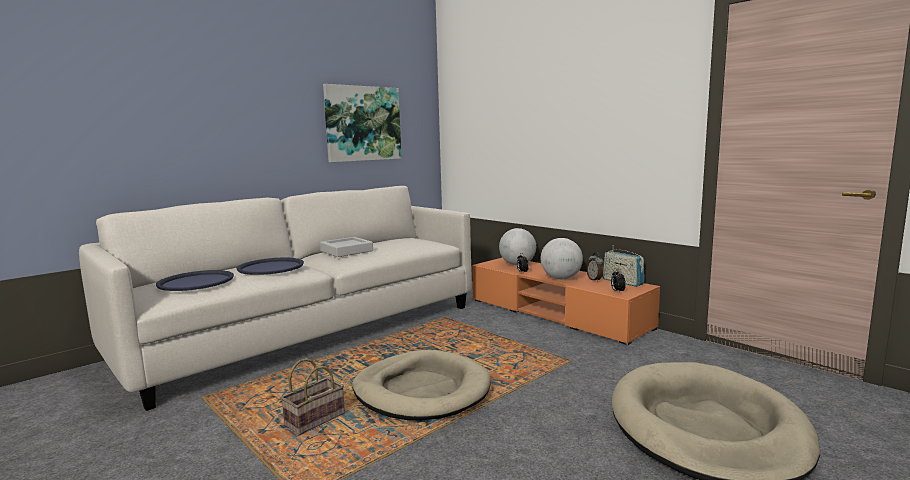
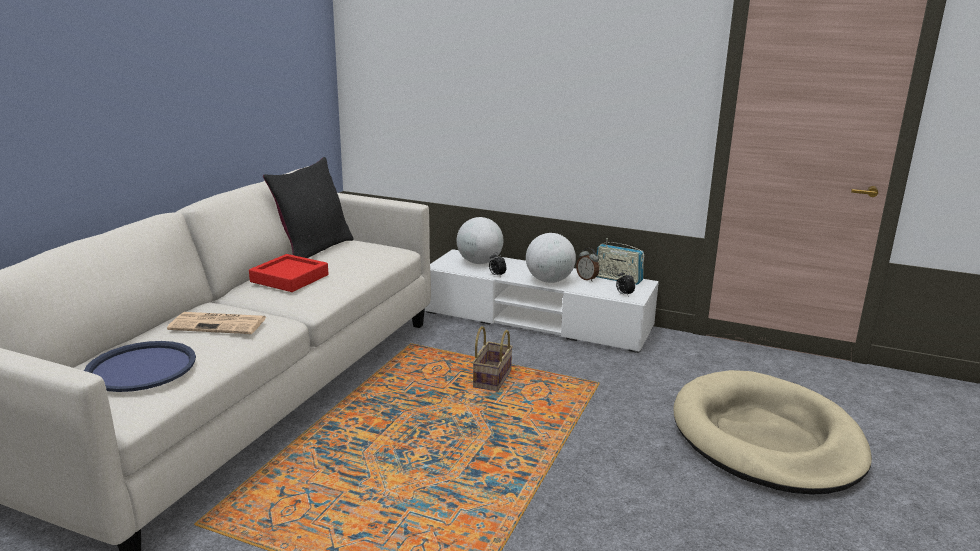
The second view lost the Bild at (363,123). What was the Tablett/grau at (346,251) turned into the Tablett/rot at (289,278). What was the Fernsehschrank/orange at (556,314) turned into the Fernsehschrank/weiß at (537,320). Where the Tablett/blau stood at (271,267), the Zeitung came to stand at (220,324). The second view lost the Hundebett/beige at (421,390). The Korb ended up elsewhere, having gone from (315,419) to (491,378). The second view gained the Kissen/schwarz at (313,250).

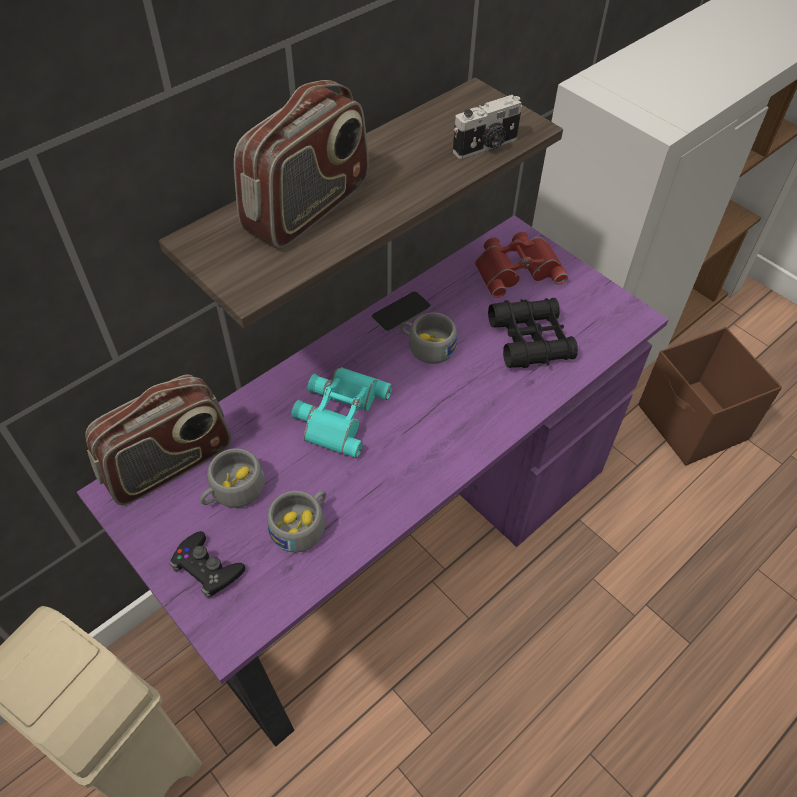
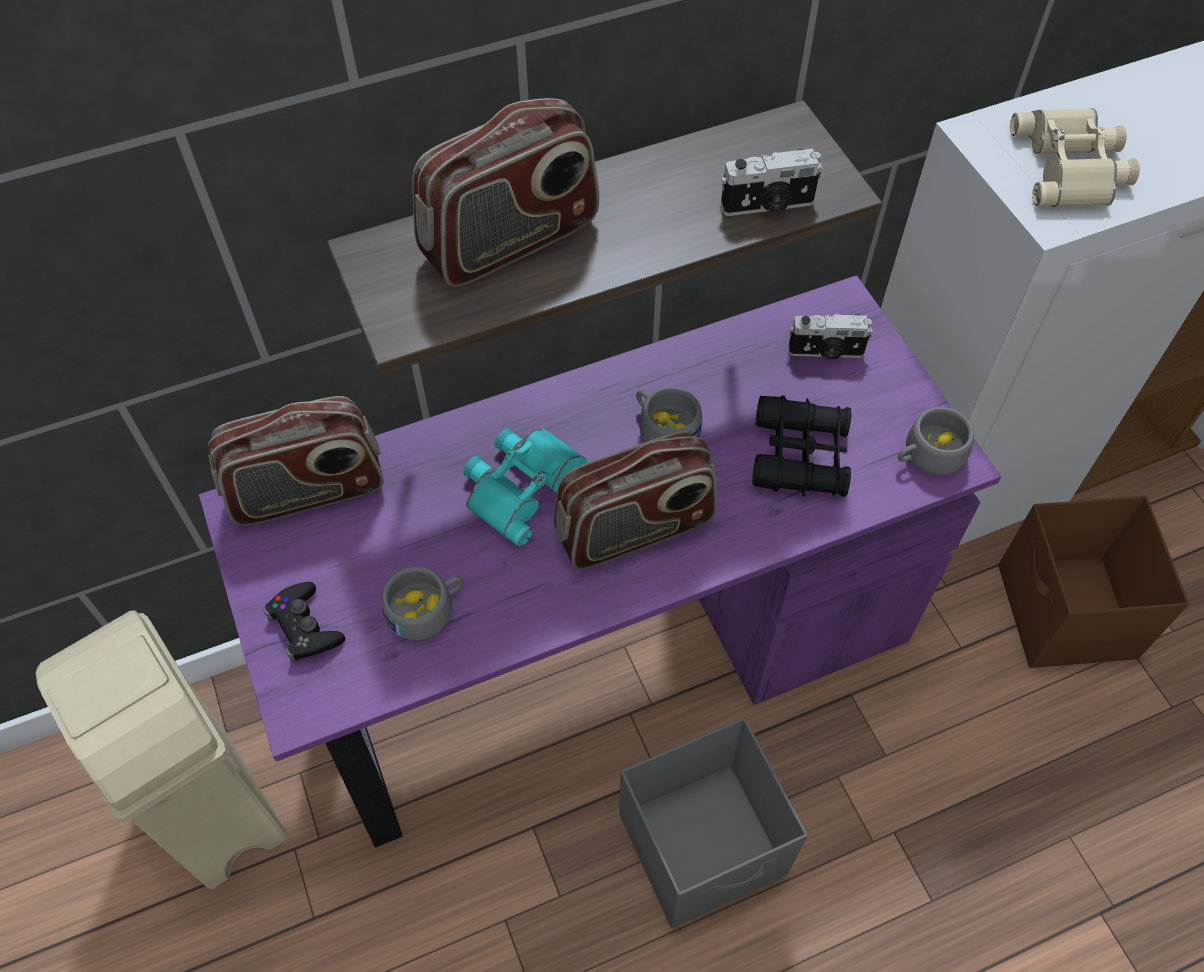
Where the Fernglas/rot stood at (516,268), the Kamera came to stand at (826,352). The second view lost the Handy at (401,312). The Tasse/grau ended up elsewhere, having gone from (232,491) to (928,455). The second view gained the Fernglas/beige at (1072,167). The second view gained the Radio at (635,529). The second view gained the Aufbewahrungsbox/grau at (705,844).

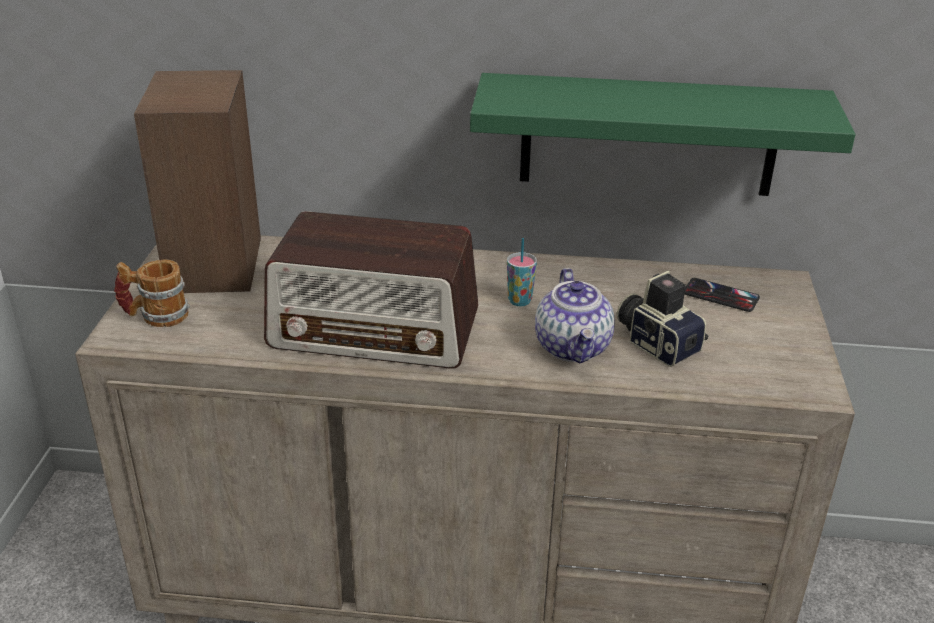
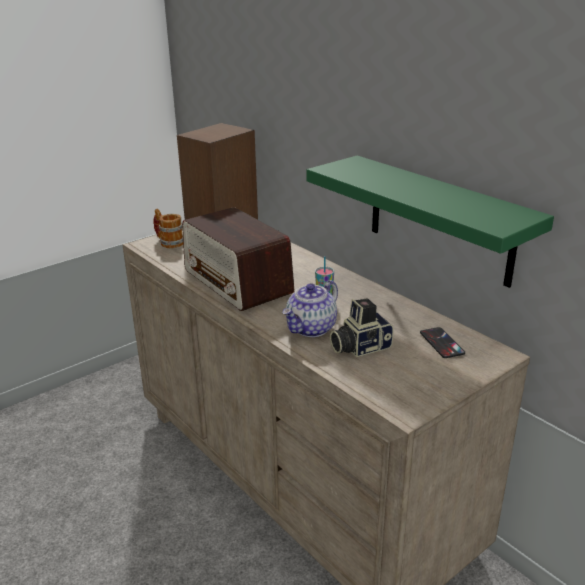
The Kamera at (658,343) ended up facing another way, 120 degrees counterclockwise from before.

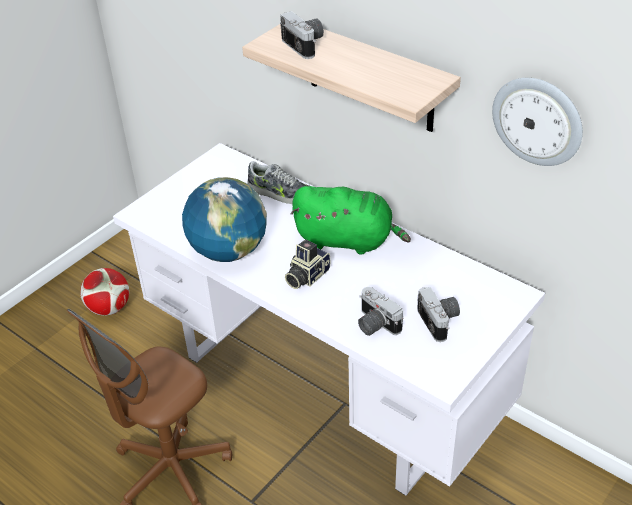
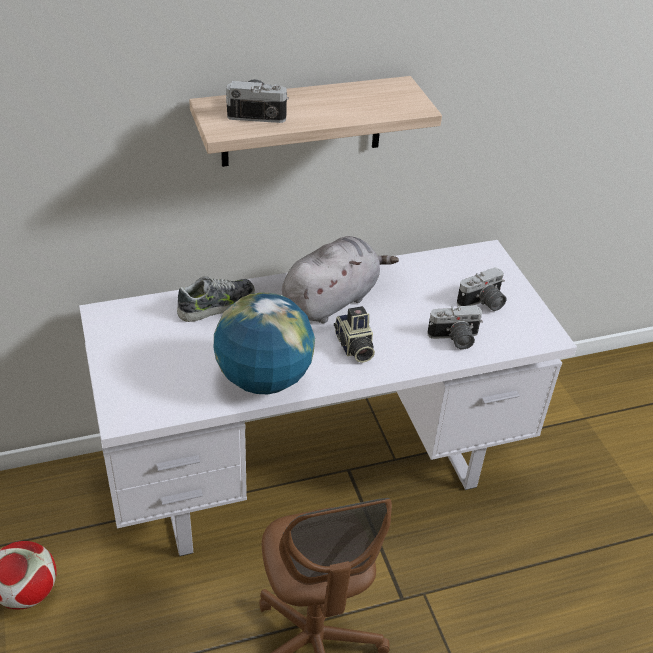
The second view lost the Wanduhr at (538,121). What was the Plüschtier/grün at (348,240) turned into the Plüschtier/grau at (332,300). The Kamera at (440,321) ended up facing another way, 135 degrees clockwise from before.

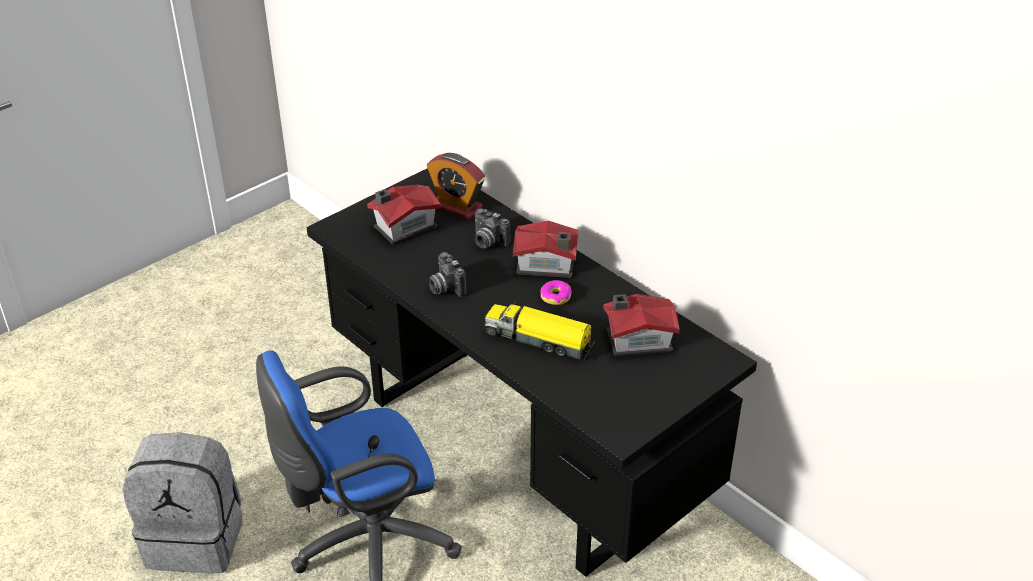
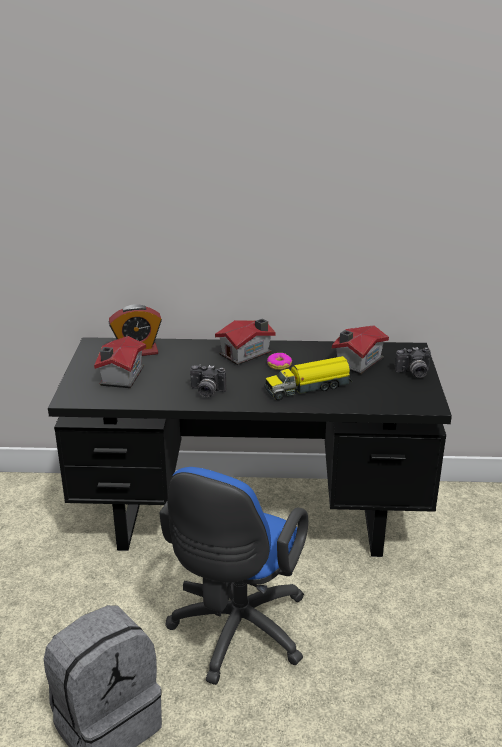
The Kamera ended up elsewhere, having gone from (487,241) to (413,373).

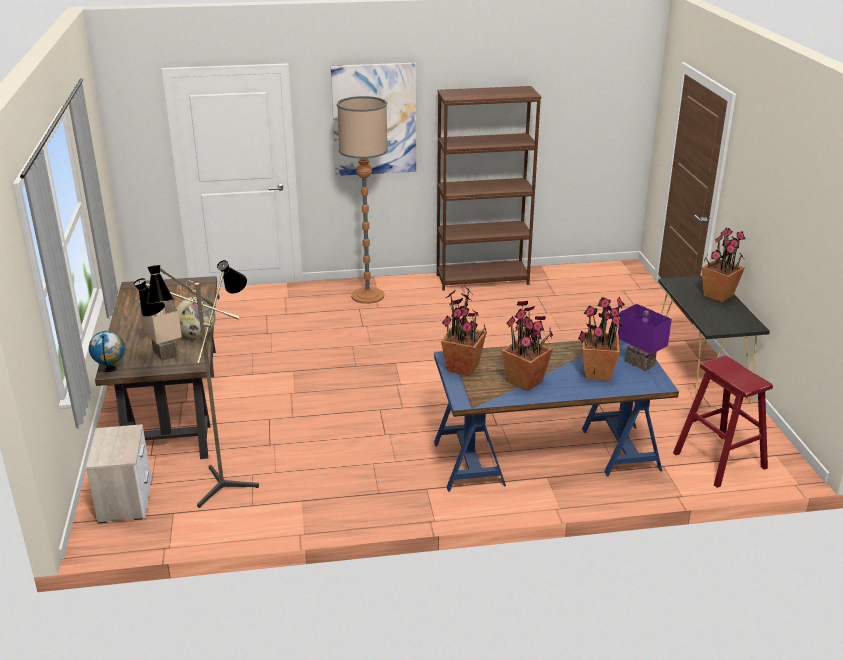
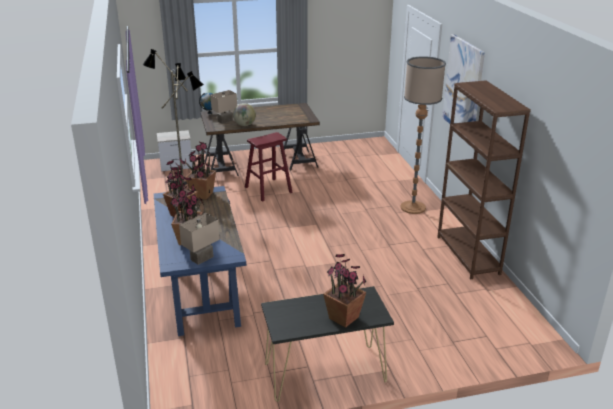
What was the Tischlampe/lila at (640,363) turned into the Tischlampe/beige at (202,259). The Hocker/rot ended up elsewhere, having gone from (720,460) to (268,190).

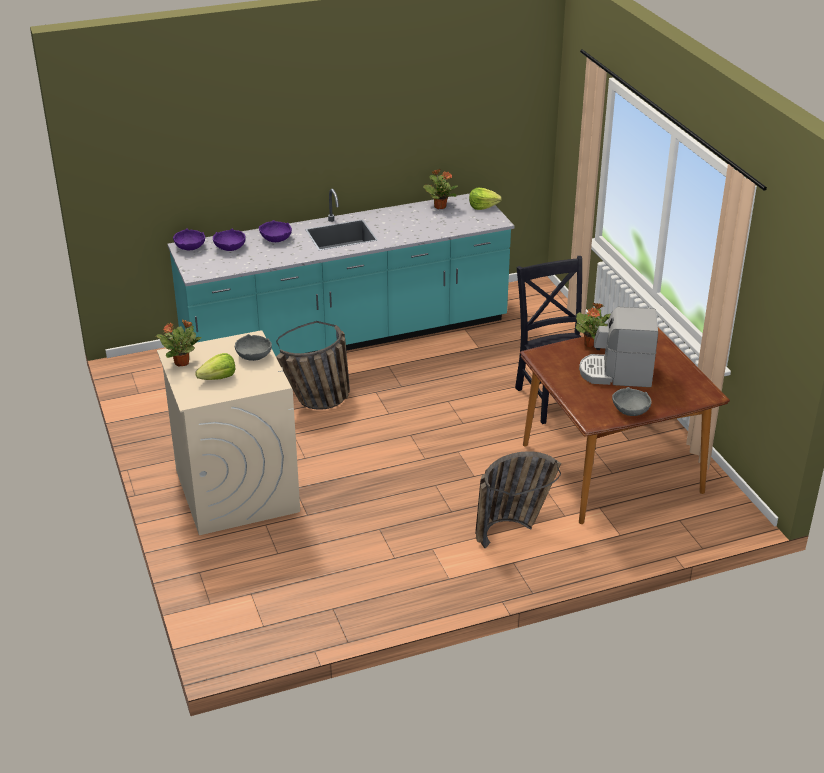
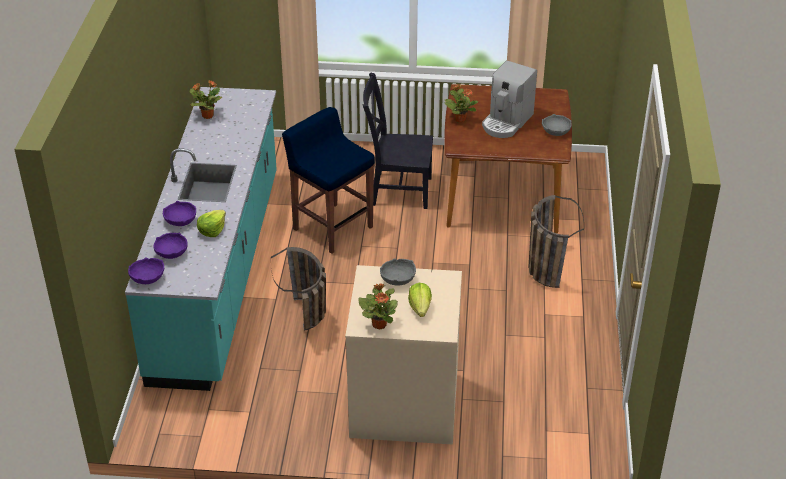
The Salatkopf ended up elsewhere, having gone from (483,206) to (212,230). The second view gained the Hocker/blau at (332,227).

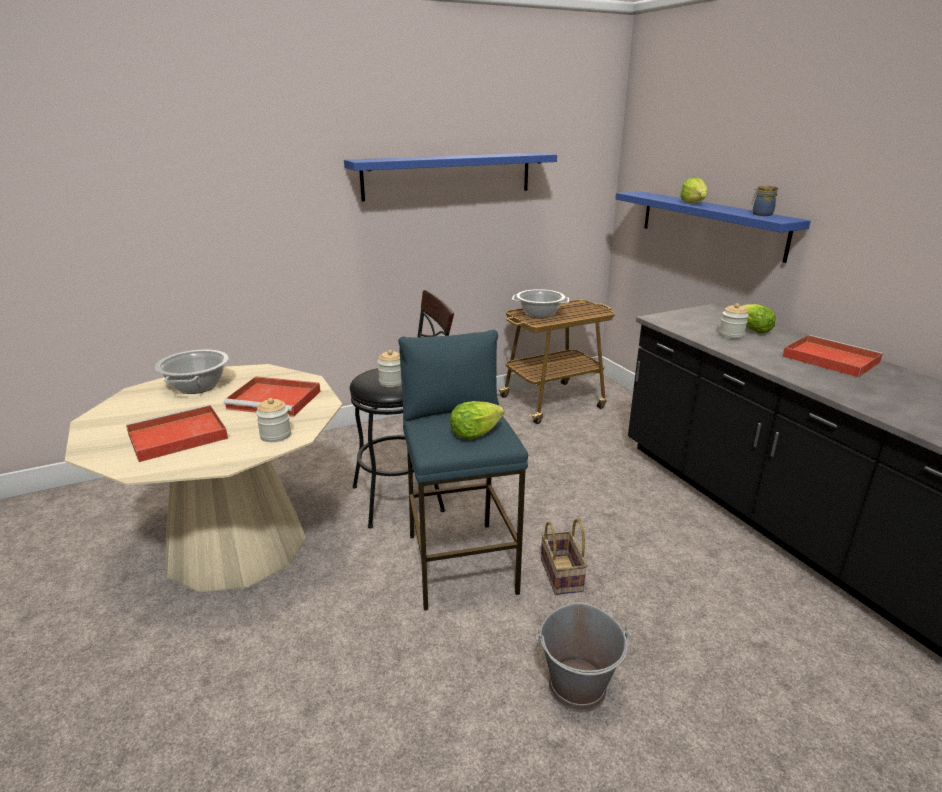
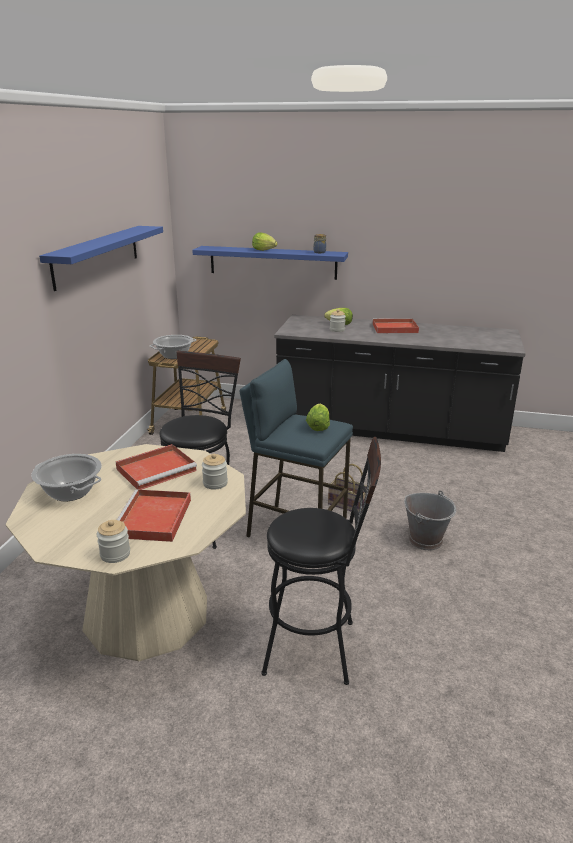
The Vorratsglas ended up elsewhere, having gone from (391,382) to (115,554). The second view gained the Hocker/schwarz at (319,648).

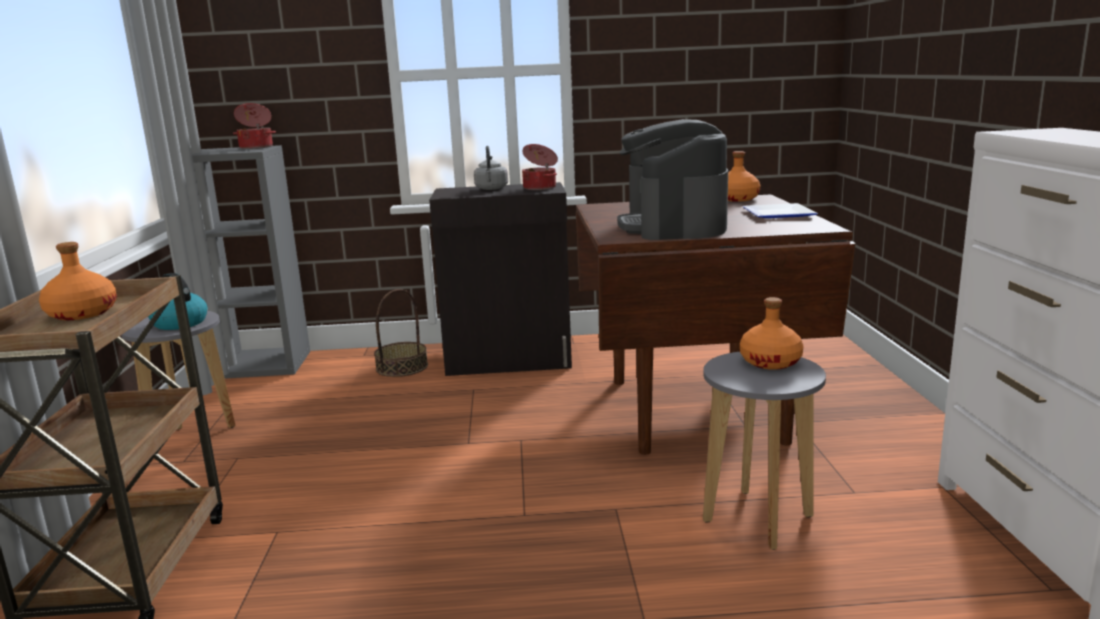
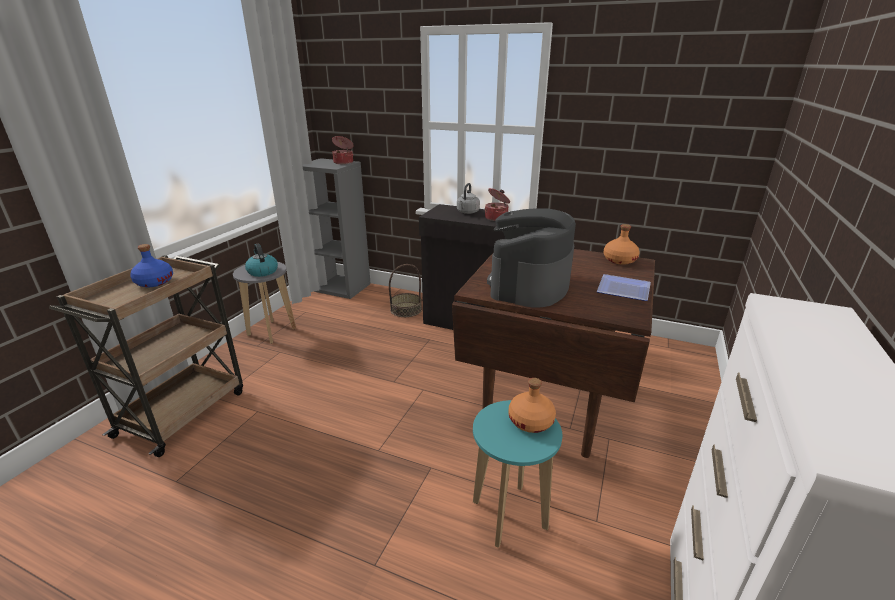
What was the Flasche/orange at (81,313) turned into the Flasche/blau at (154,282). What was the Hocker/grau at (757,519) turned into the Hocker/türkis at (509,515).

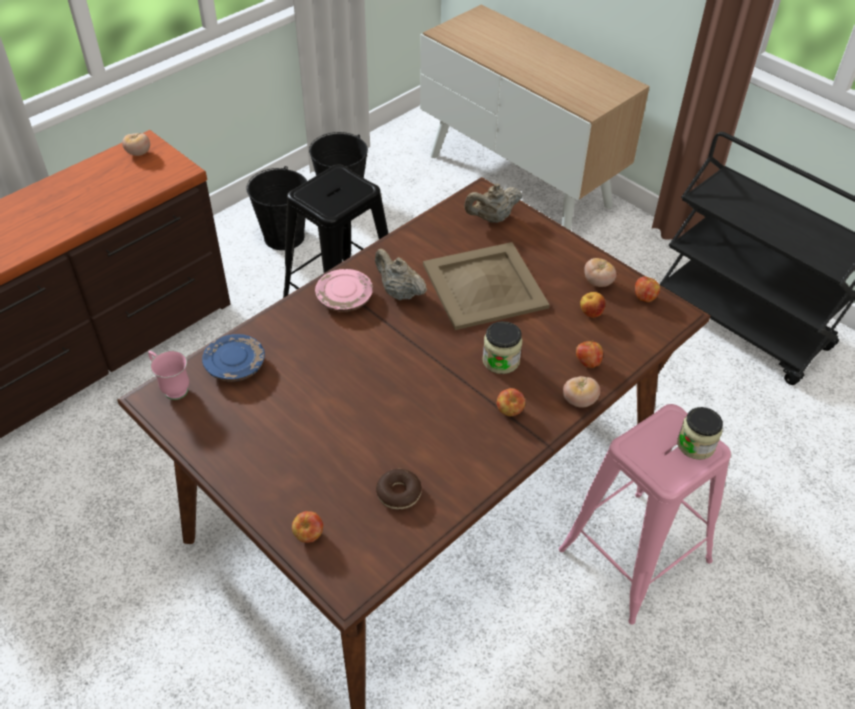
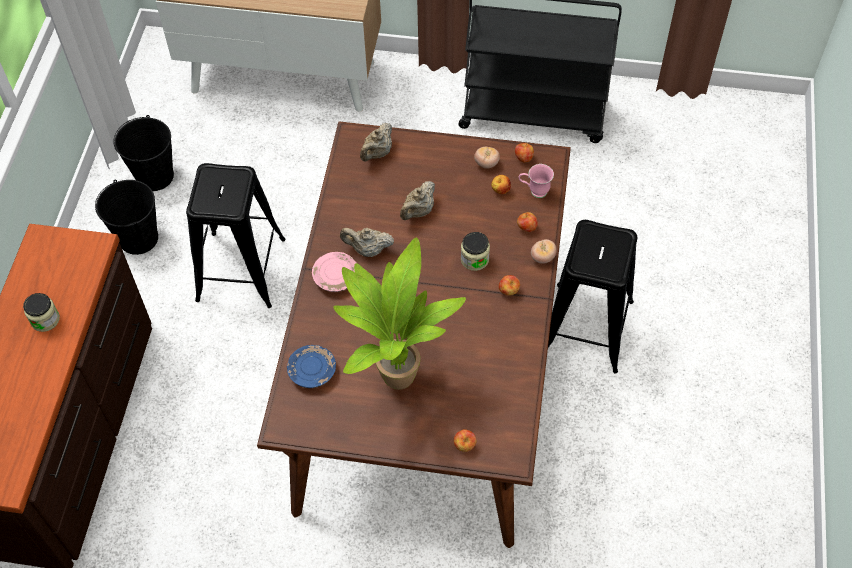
The second view lost the Tomate at (138,153). Where the Tablett/beige stood at (484,287), the Teekanne/beige came to stand at (418,211). The Henkelbecher/rosa ended up elsewhere, having gone from (171,388) to (534,191). What was the Hocker/rosa at (635,555) turned into the Hocker/schwarz at (586,327). The Vorratsglas ended up elsewhere, having gone from (695,445) to (45,319). The second view lost the Donut at (399,493). The second view gained the Topfpflanze at (394,375).

